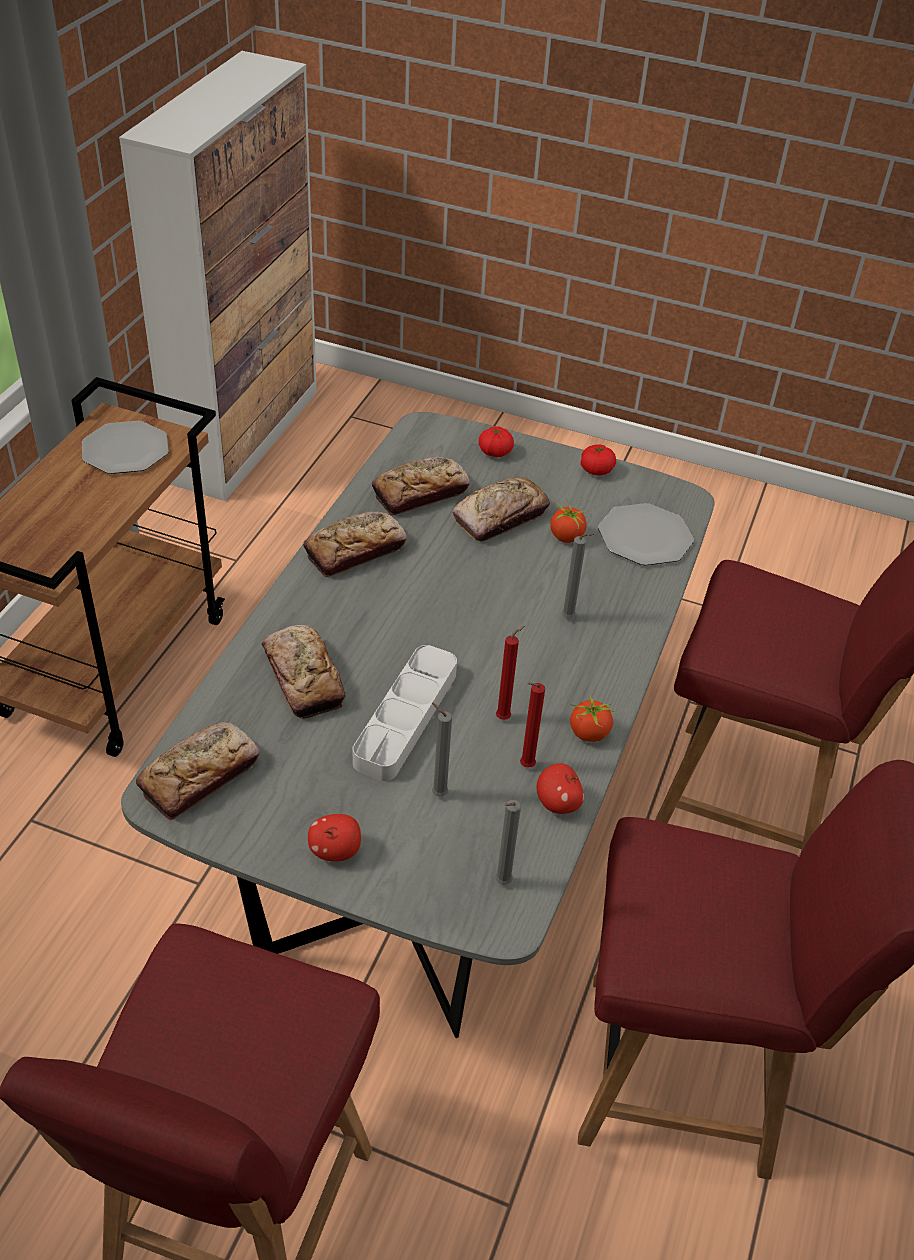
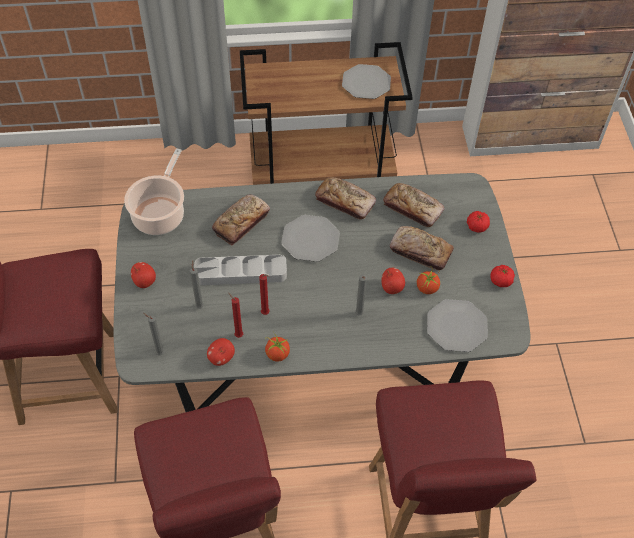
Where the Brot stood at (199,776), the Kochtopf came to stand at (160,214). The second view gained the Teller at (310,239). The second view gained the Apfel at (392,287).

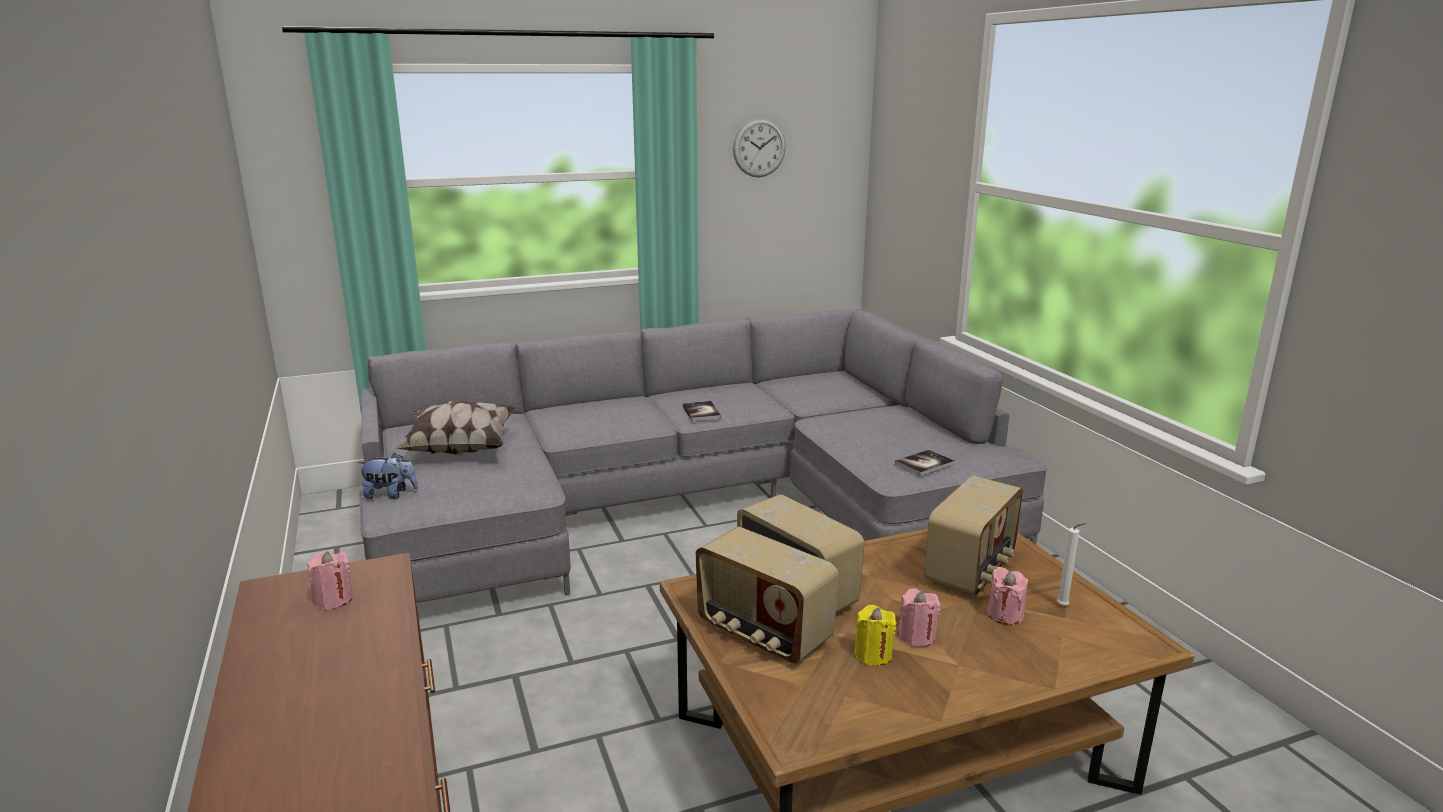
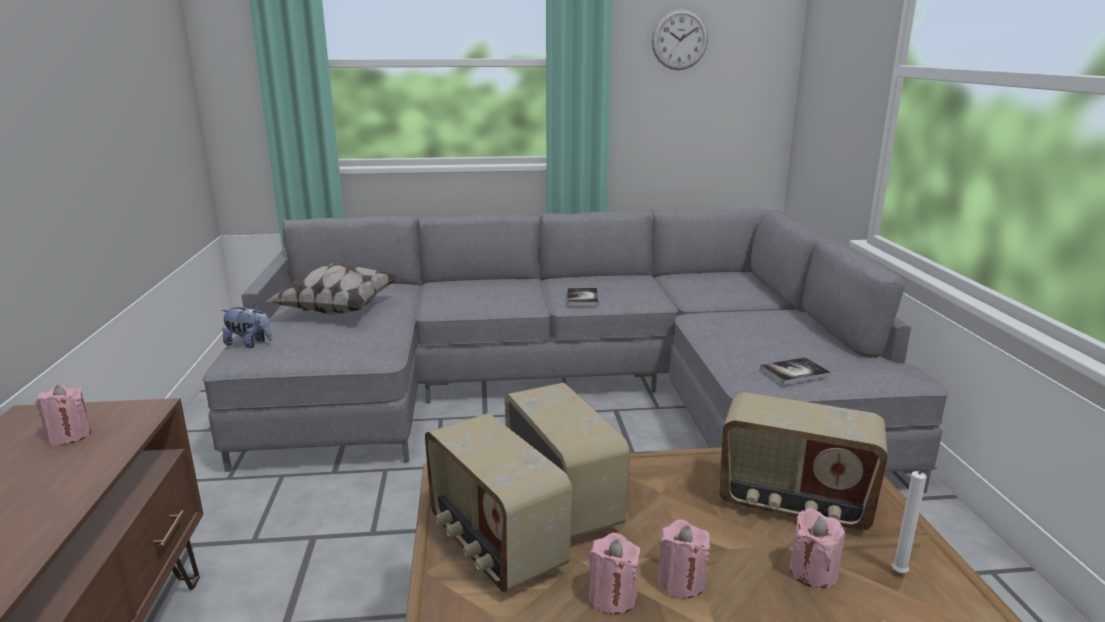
The Radio at (971,570) ended up facing another way, 60 degrees clockwise from before. What was the Kerze/gelb at (873,655) turned into the Kerze/rosa at (613,597).

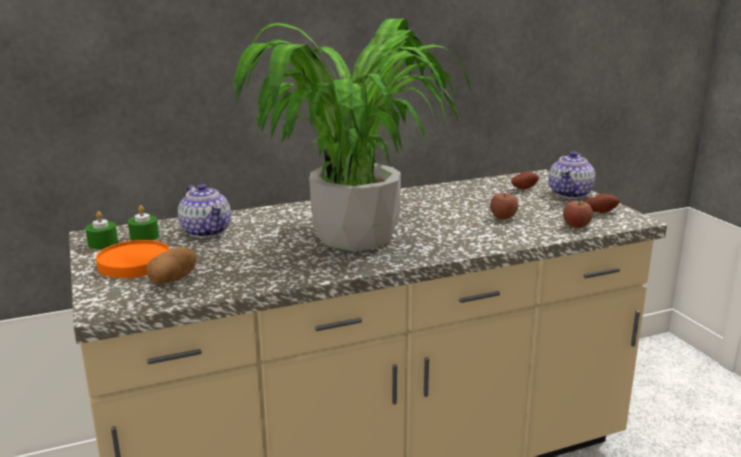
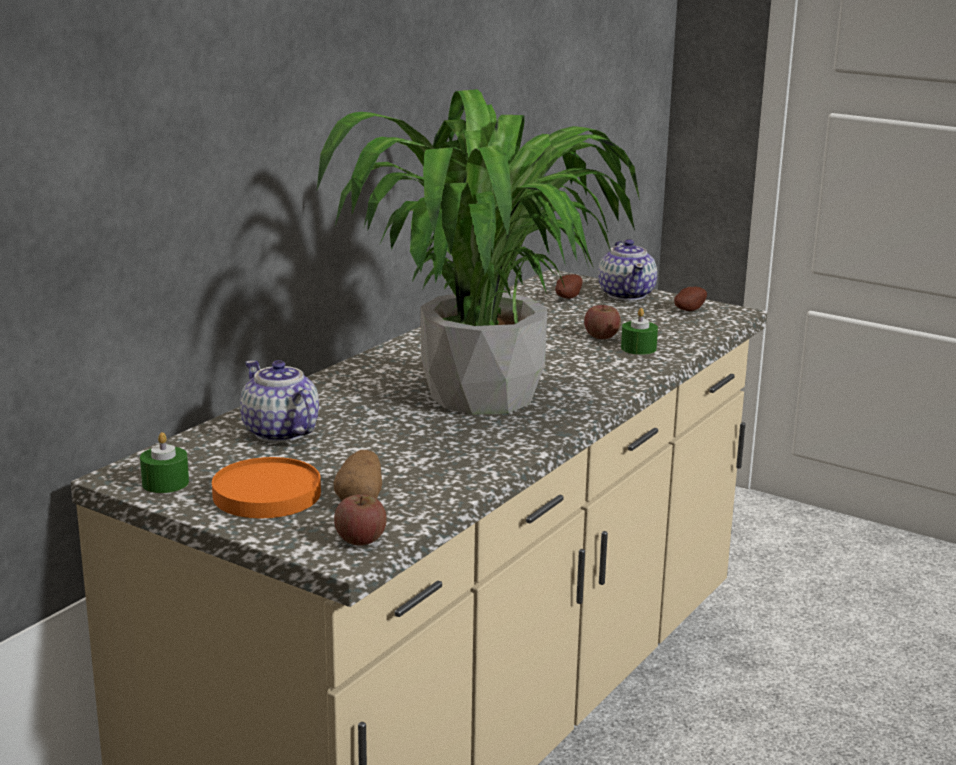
The Teekanne at (206,231) ended up facing another way, 150 degrees counterclockwise from before. The Apfel ended up elsewhere, having gone from (576,225) to (360,539). The Kerze/grün ended up elsewhere, having gone from (144,237) to (638,348).

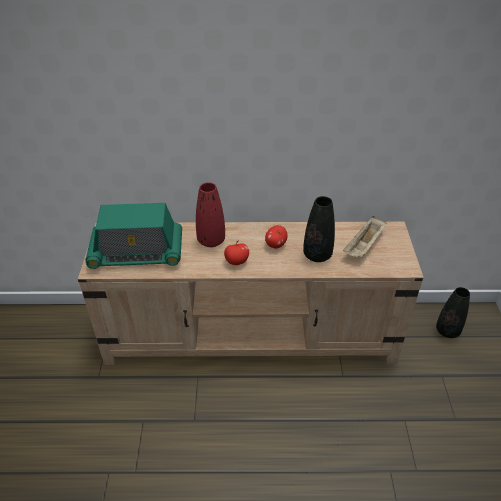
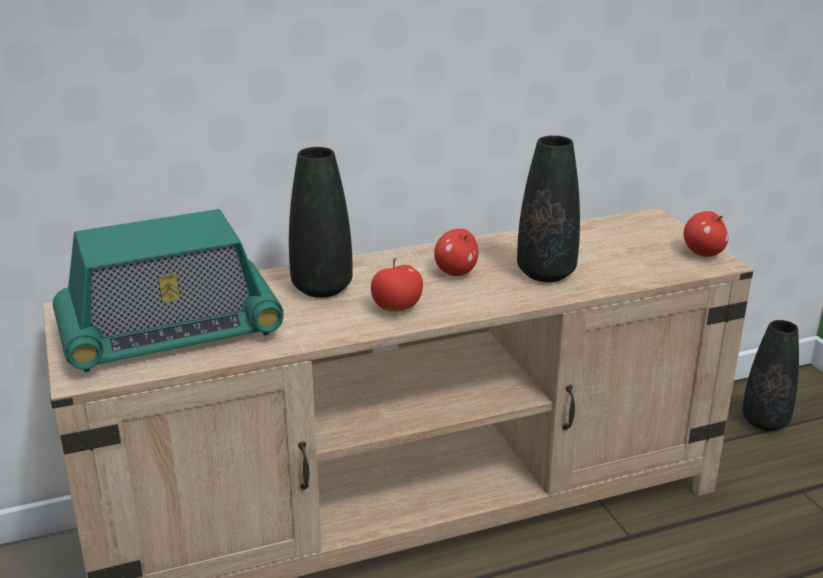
What was the Vase/rot at (211,241) turned into the Vase/schwarz at (322,288). The second view lost the Tablett/beige at (364,246). The second view gained the Apfel at (703,253).

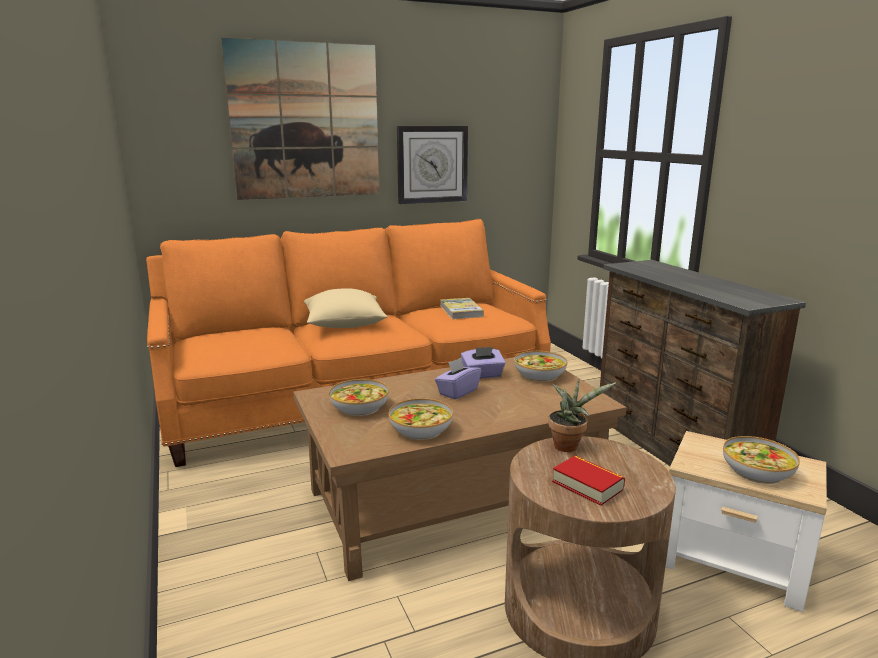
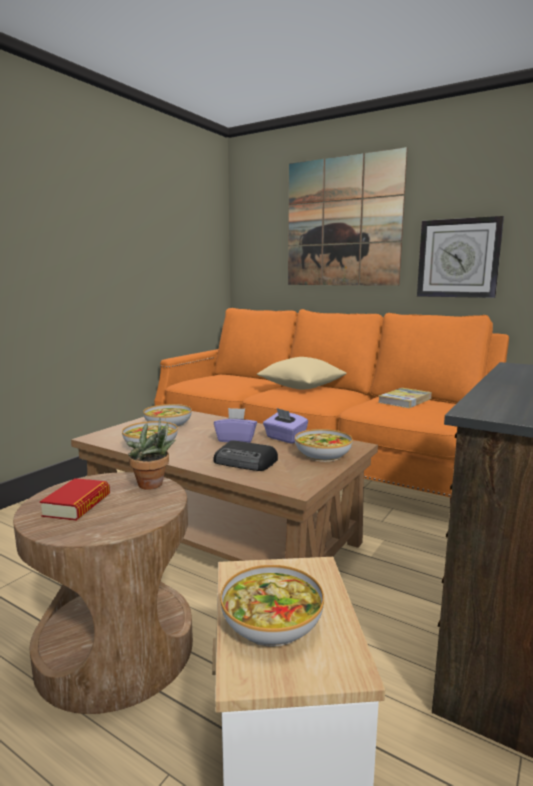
The second view gained the Radio at (246,462).

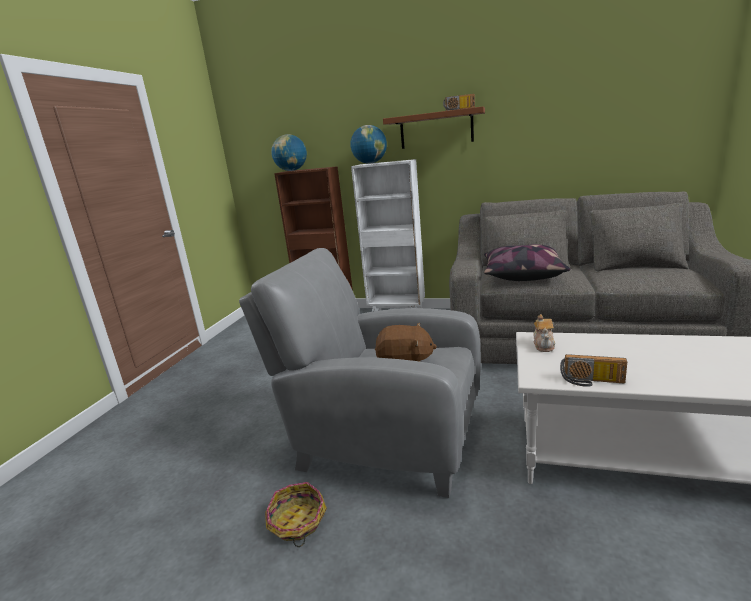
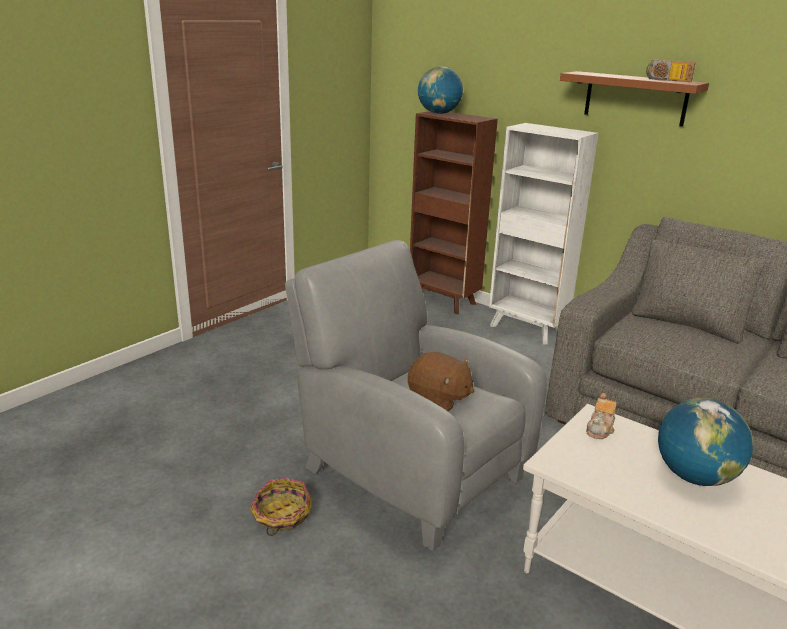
The Globus ended up elsewhere, having gone from (370,163) to (695,476). The second view lost the Kissen at (522,275). The second view lost the Radio at (591,382).

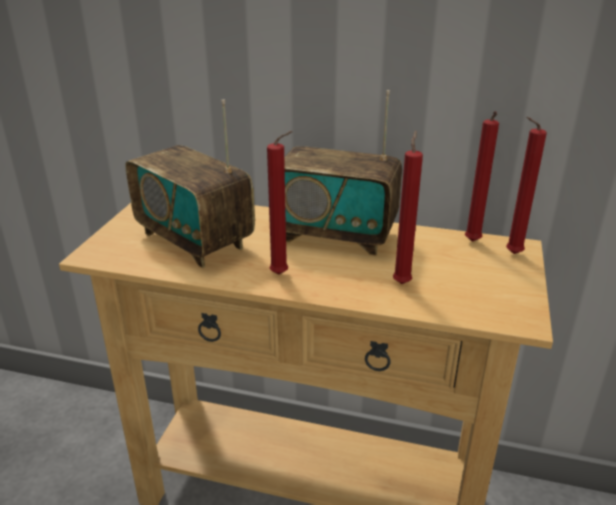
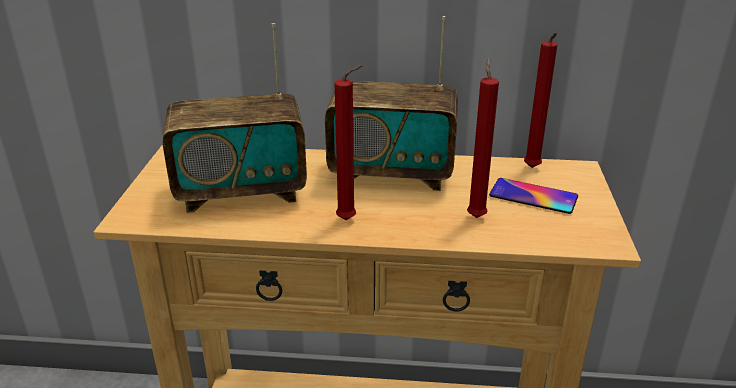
The Radio at (194,240) ended up facing another way, 45 degrees counterclockwise from before. The second view lost the Kerze/rot at (511,254). The second view gained the Handy at (533,196).

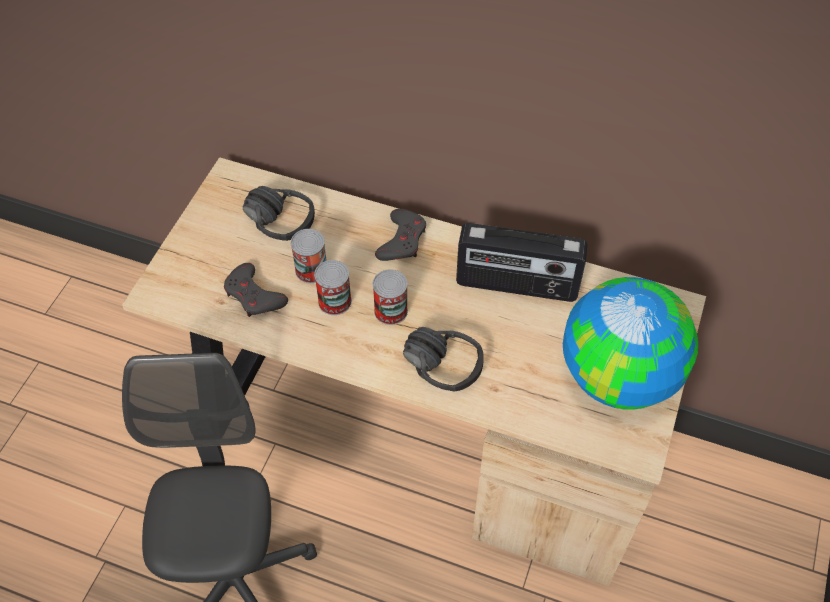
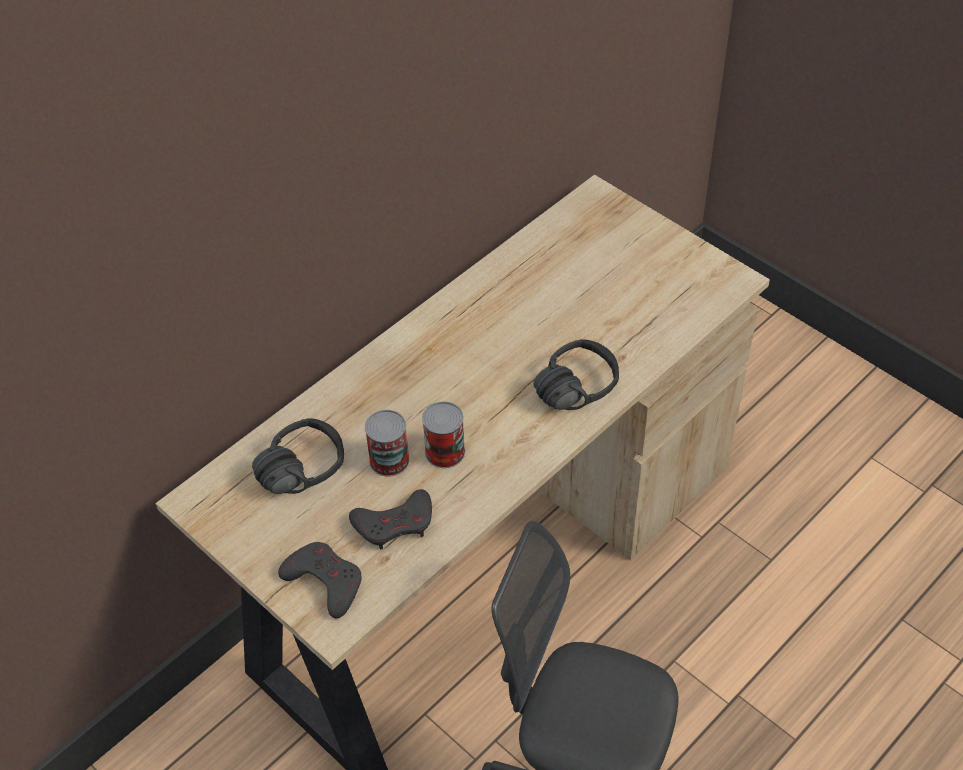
The Gamepad/grau ended up elsewhere, having gone from (402,240) to (324,581). The second view lost the Radio at (516,285). The second view lost the Dose at (391,311). The second view lost the Globus at (618,375).

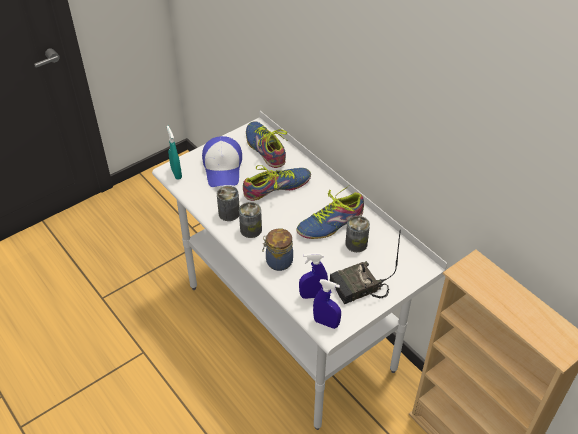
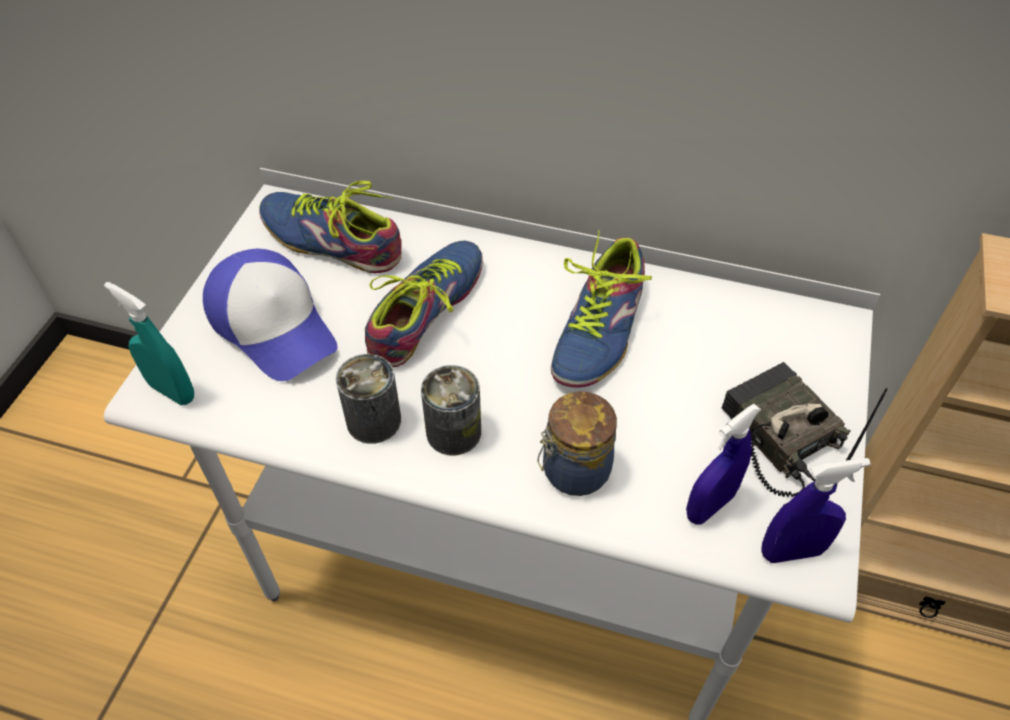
The second view lost the Dose at (356,244). The Radio at (358,288) ended up facing another way, 120 degrees clockwise from before.

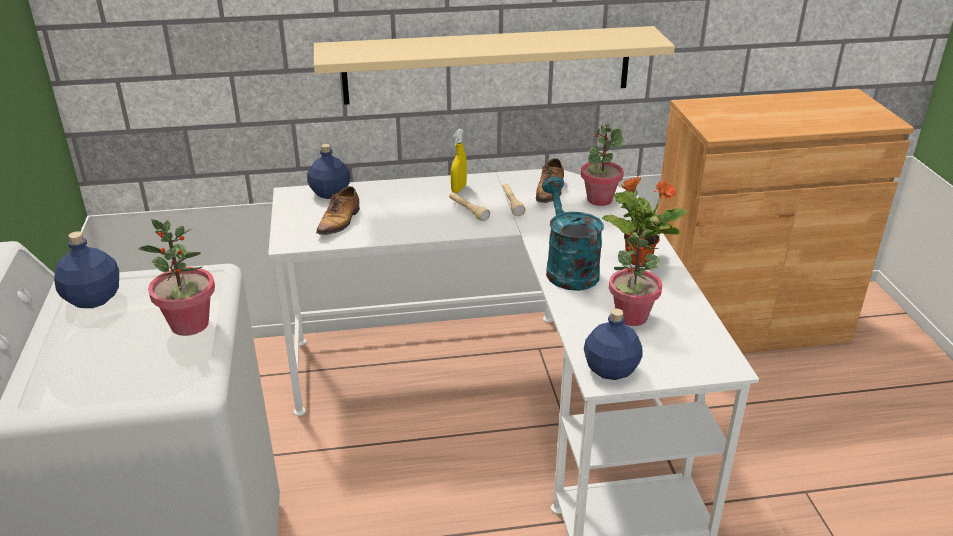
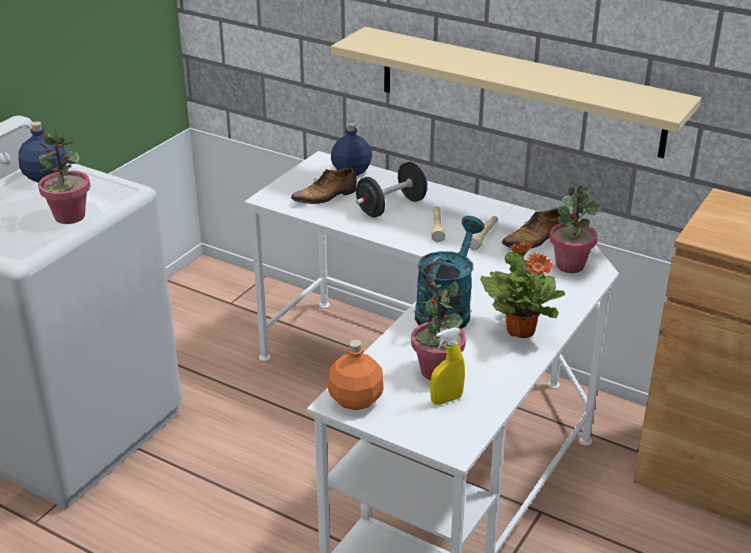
The Sprühflasche/gelb ended up elsewhere, having gone from (459,189) to (446,399). What was the Flasche/blau at (611,370) turned into the Flasche/orange at (356,400). The second view gained the Hantel/schwarz at (391,207).

